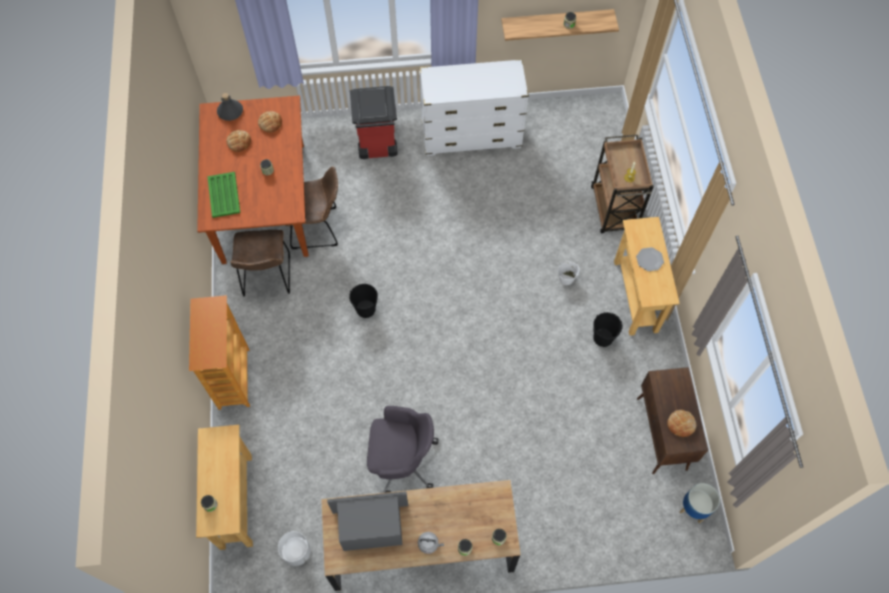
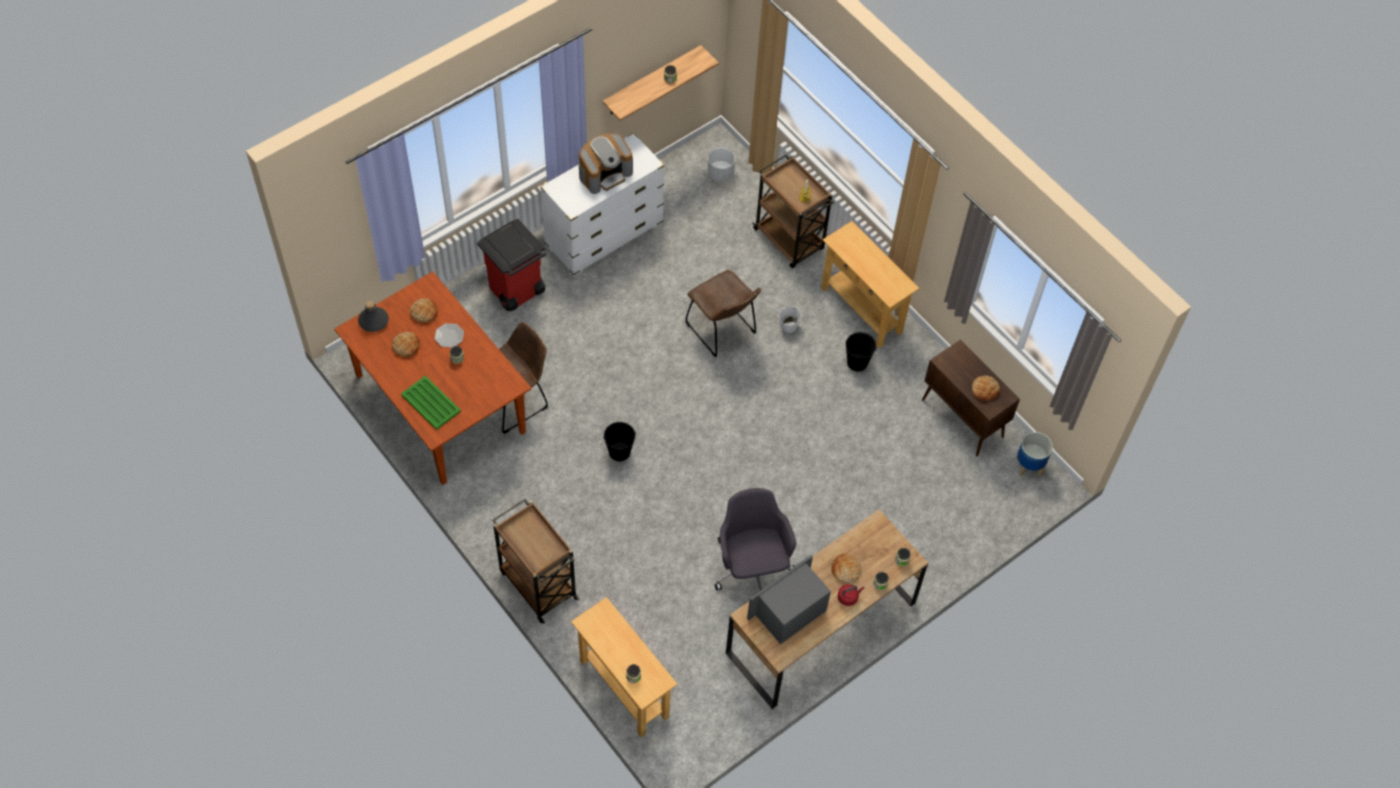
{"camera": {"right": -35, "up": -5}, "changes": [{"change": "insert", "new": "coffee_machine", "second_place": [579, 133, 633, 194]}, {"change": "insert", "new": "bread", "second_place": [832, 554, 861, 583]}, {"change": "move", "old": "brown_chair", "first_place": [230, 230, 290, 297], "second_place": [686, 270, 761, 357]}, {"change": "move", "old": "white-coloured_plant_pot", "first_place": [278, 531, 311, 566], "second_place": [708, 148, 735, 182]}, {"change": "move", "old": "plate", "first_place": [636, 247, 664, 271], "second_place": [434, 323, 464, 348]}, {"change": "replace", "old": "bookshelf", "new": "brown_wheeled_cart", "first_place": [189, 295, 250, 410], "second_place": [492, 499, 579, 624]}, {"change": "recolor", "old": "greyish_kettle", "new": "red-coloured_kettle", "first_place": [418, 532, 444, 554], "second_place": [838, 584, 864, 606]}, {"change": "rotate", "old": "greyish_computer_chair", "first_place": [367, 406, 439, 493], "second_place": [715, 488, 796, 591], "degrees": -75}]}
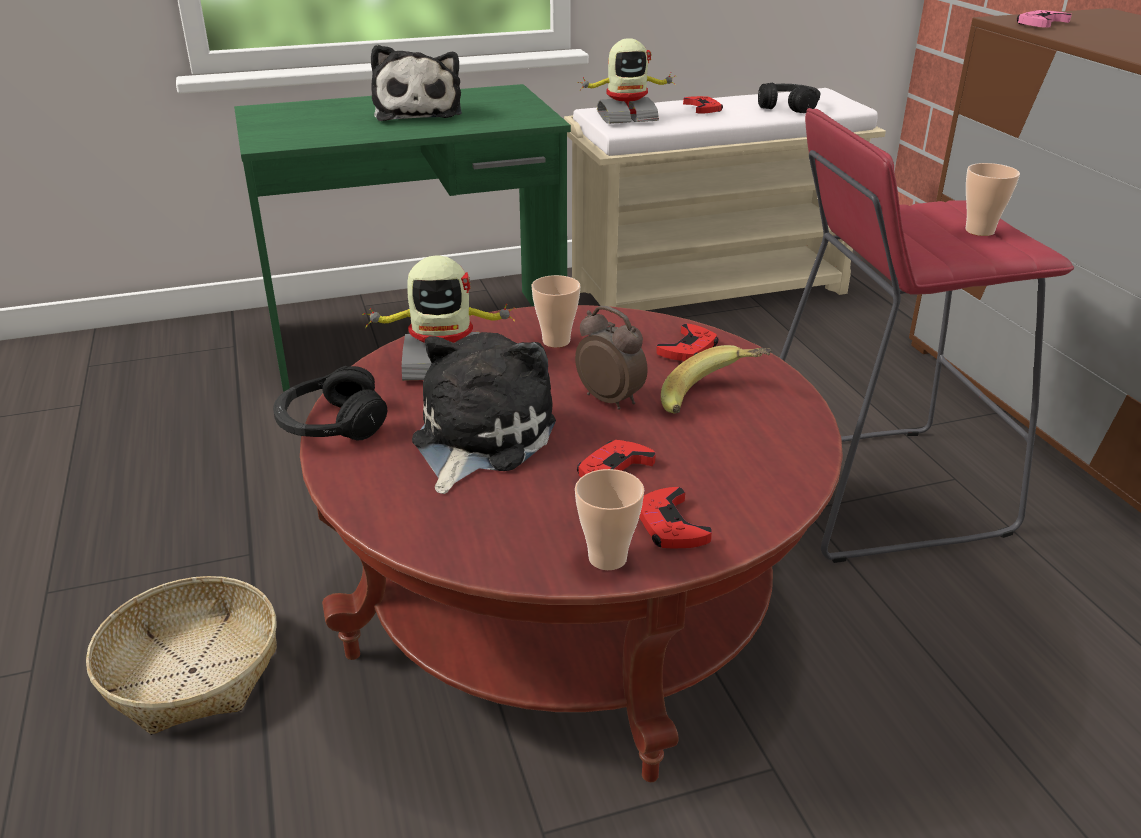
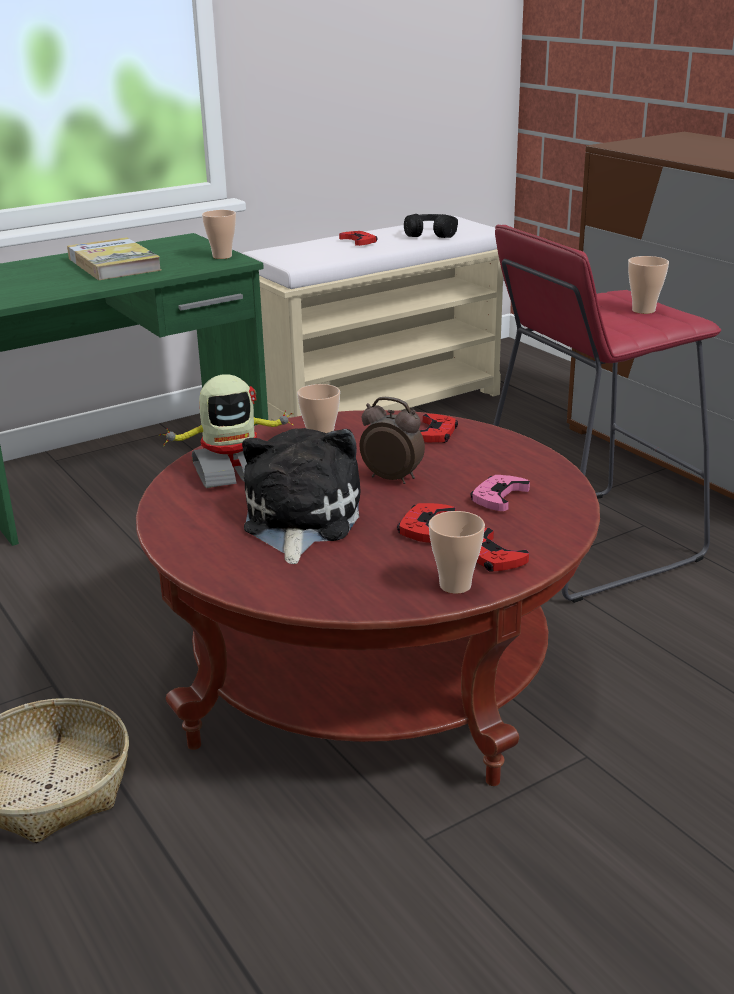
{"camera": {"right": -15, "up": -5}, "changes": [{"change": "delete", "old": "black-coloured_pair_of_headphones", "first_place": [273, 366, 387, 441]}, {"change": "delete", "old": "robot_figure", "first_place": [577, 38, 676, 124]}, {"change": "delete", "old": "banana", "first_place": [661, 345, 772, 414]}, {"change": "insert", "new": "small_cup", "second_place": [202, 210, 236, 259]}, {"change": "move", "old": "pinkish_gamepad", "first_place": [1017, 10, 1072, 28], "second_place": [470, 475, 530, 511]}, {"change": "replace", "old": "plush_toy", "new": "book", "first_place": [371, 45, 462, 121], "second_place": [67, 237, 162, 280]}]}
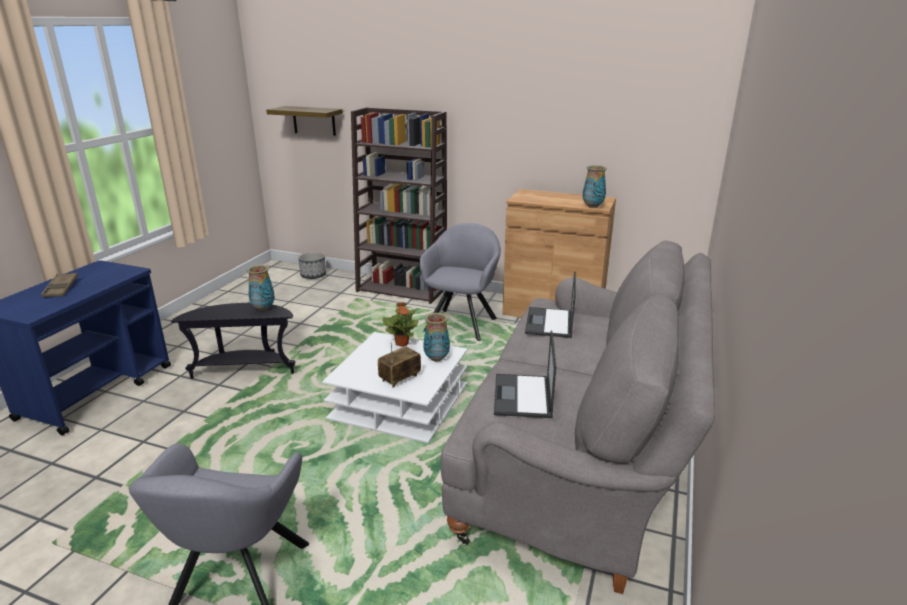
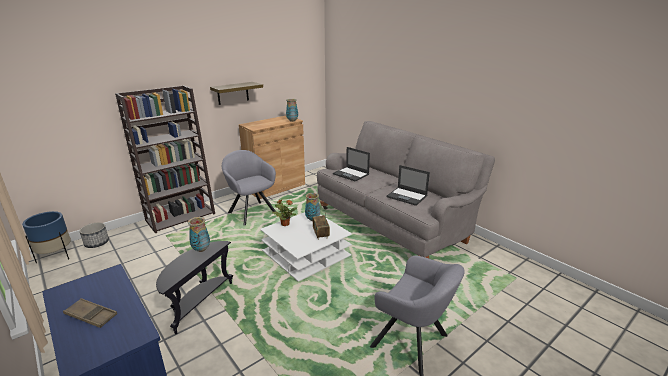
{"camera": {"right": -60, "up": 0}, "changes": [{"change": "insert", "new": "blue_plant_pot", "second_place": [22, 211, 71, 263]}, {"change": "move", "old": "wall_shelf", "first_place": [266, 106, 343, 136], "second_place": [210, 82, 263, 105]}]}
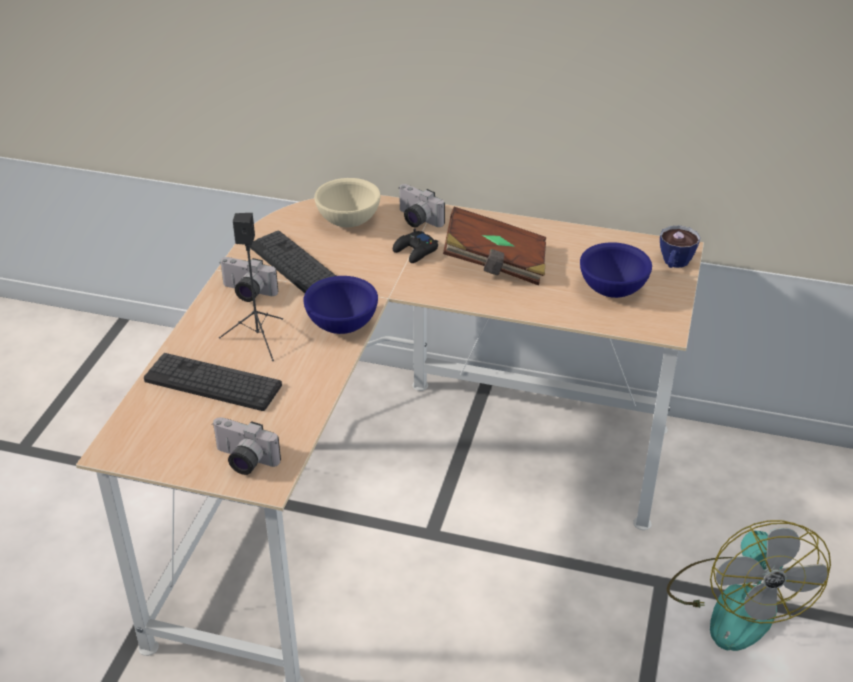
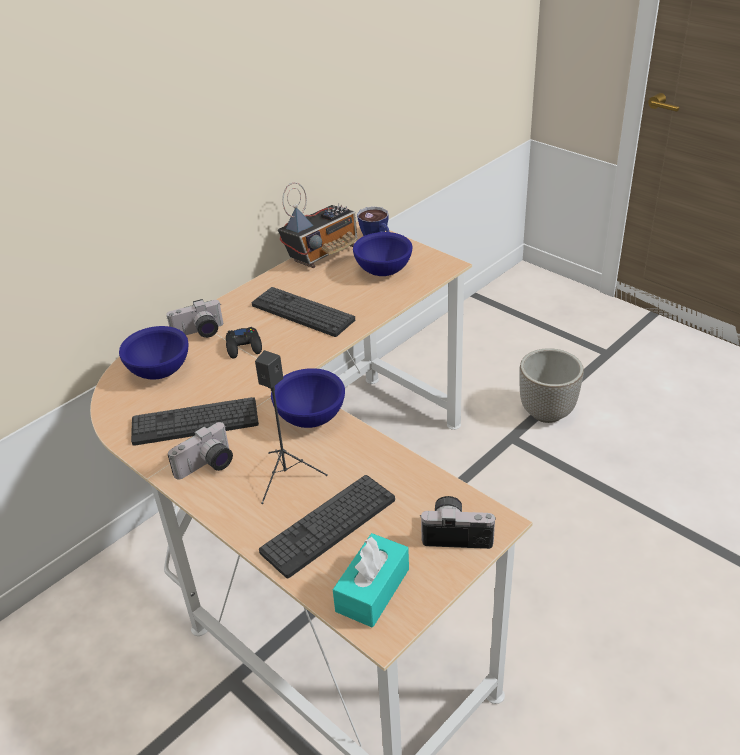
{"camera": {"right": -60, "up": 0}, "changes": [{"change": "insert", "new": "radio_set", "second_place": [278, 182, 357, 268]}, {"change": "insert", "new": "turquoise-coloured_box_of_tissues", "second_place": [333, 533, 409, 627]}, {"change": "replace", "old": "brown_book", "new": "PC_keyboard", "first_place": [443, 207, 546, 285], "second_place": [252, 287, 355, 337]}, {"change": "replace", "old": "cooling_fan", "new": "plant_pot", "first_place": [667, 520, 831, 651], "second_place": [519, 348, 584, 423]}, {"change": "recolor", "old": "sand-coloured_serving_bowl", "new": "blue_serving_bowl", "first_place": [314, 178, 381, 227], "second_place": [119, 326, 188, 380]}, {"change": "rotate", "old": "still_camera", "first_place": [213, 417, 281, 475], "second_place": [420, 496, 496, 549], "degrees": -135}]}
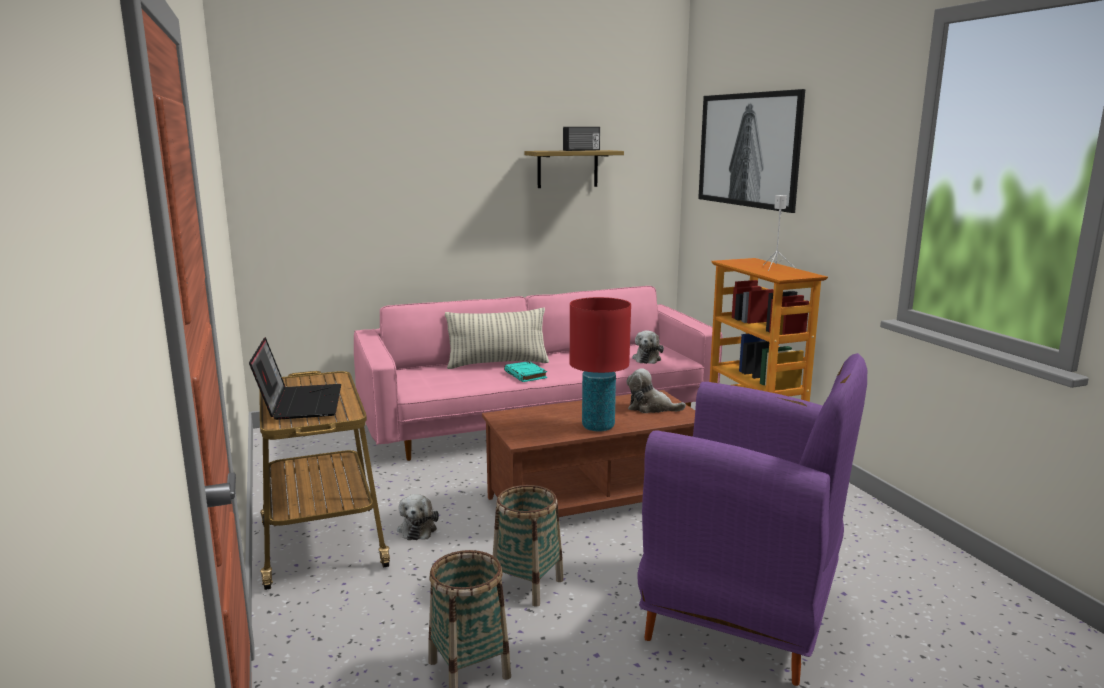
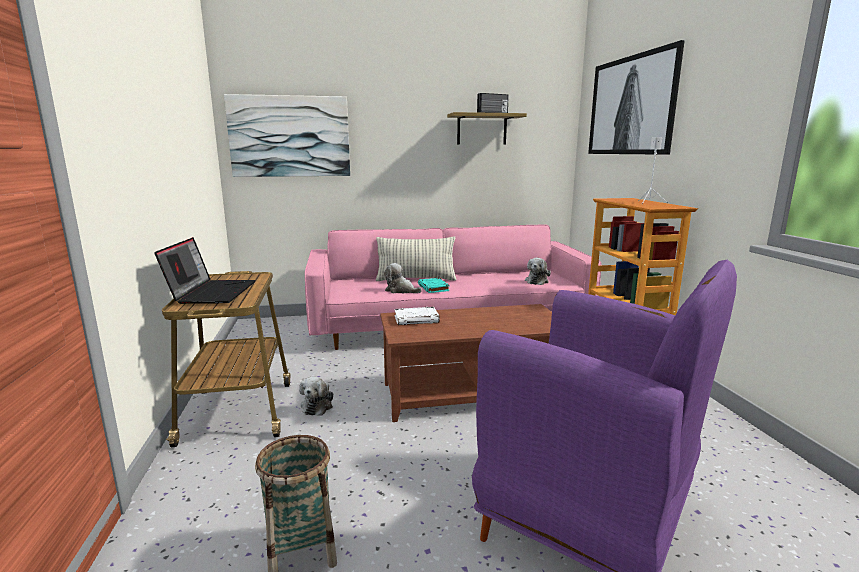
{"camera": {"right": 10, "up": 0}, "changes": [{"change": "delete", "old": "storage_basket", "first_place": [493, 485, 564, 607]}, {"change": "delete", "old": "red-coloured_lamp_for_a_table", "first_place": [570, 297, 631, 431]}, {"change": "insert", "new": "wall_art", "second_place": [224, 94, 350, 177]}, {"change": "insert", "new": "white-coloured_book", "second_place": [394, 307, 440, 325]}, {"change": "move", "old": "plush_toy", "first_place": [627, 368, 686, 413], "second_place": [384, 263, 422, 293]}]}
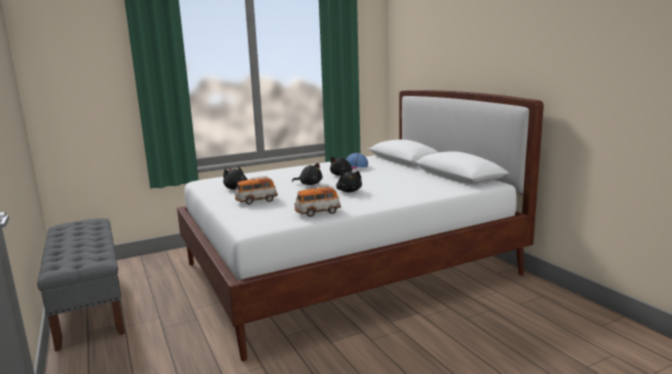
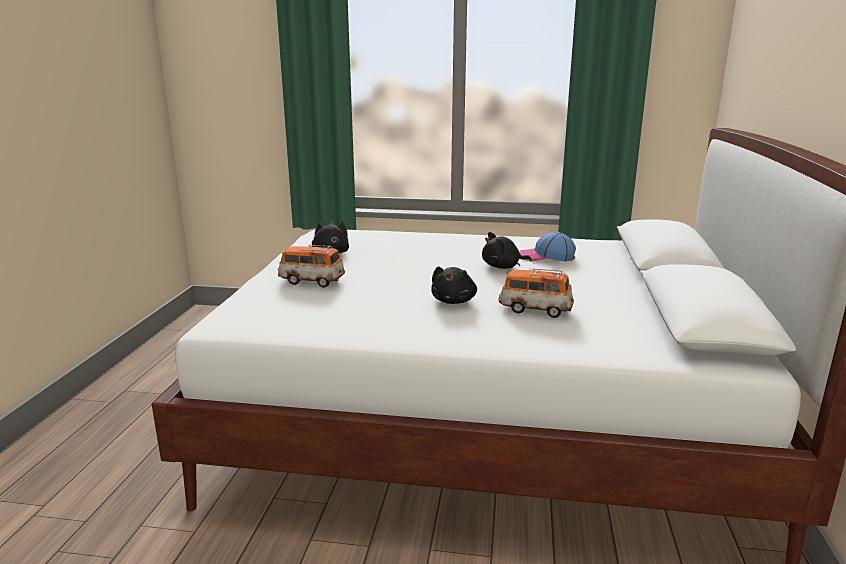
{"camera": {"right": 35, "up": 5}, "changes": [{"change": "delete", "old": "greyish_bench", "first_place": [37, 218, 125, 351]}, {"change": "delete", "old": "black-coloured_plush_toy", "first_place": [292, 163, 322, 185]}, {"change": "move", "old": "miniature_car", "first_place": [294, 185, 341, 217], "second_place": [499, 269, 574, 318]}]}
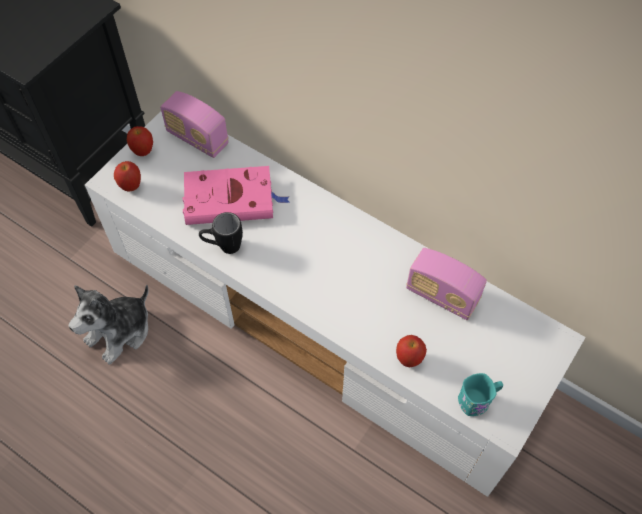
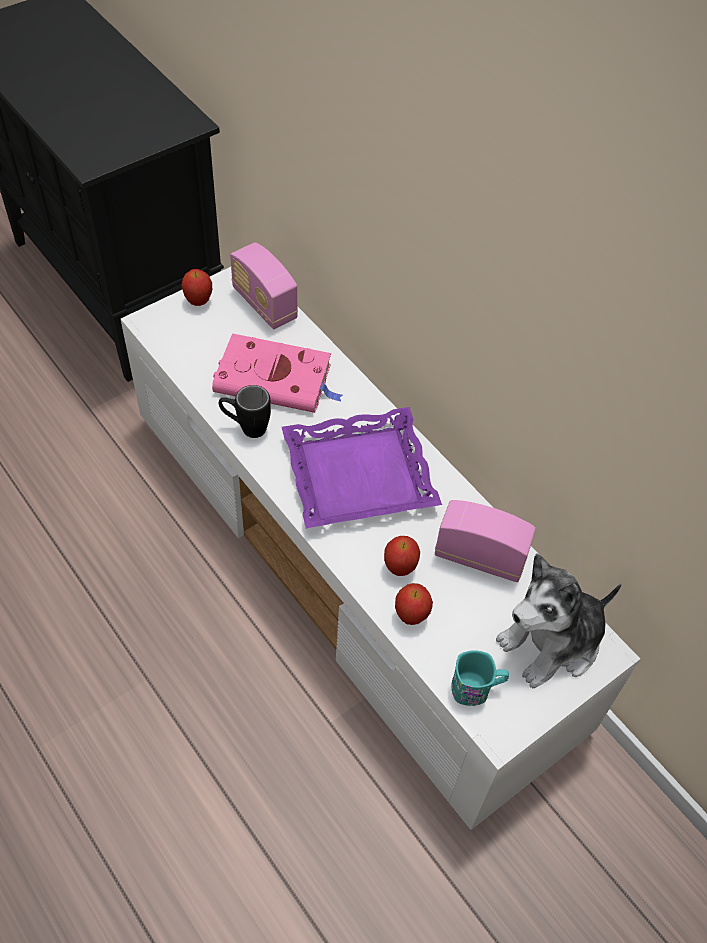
{"camera": {"right": 15, "up": -5}, "changes": [{"change": "insert", "new": "purplish_serving_tray", "second_place": [282, 407, 442, 528]}, {"change": "move", "old": "plush_toy", "first_place": [69, 285, 149, 365], "second_place": [496, 553, 621, 689]}, {"change": "move", "old": "whole_apple", "first_place": [114, 161, 141, 192], "second_place": [384, 536, 420, 576]}, {"change": "rotate", "old": "radio_set", "first_place": [406, 248, 487, 320], "second_place": [435, 500, 536, 582], "degrees": 150}]}
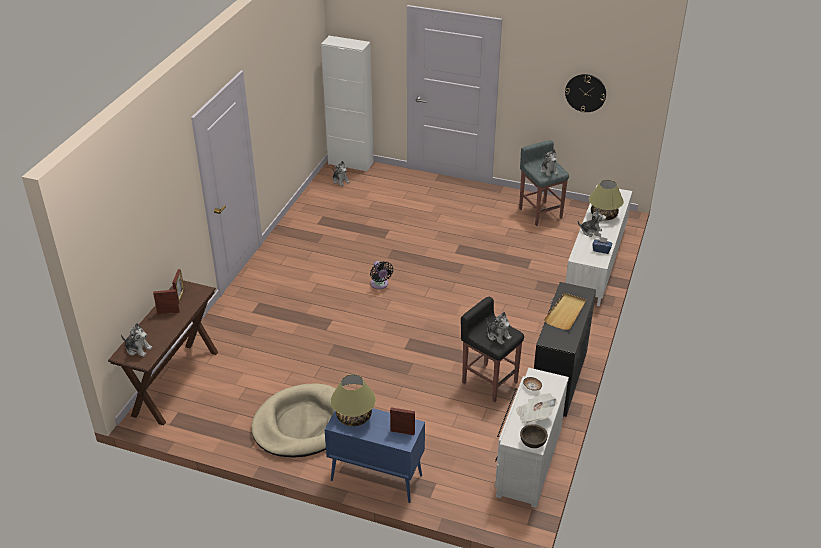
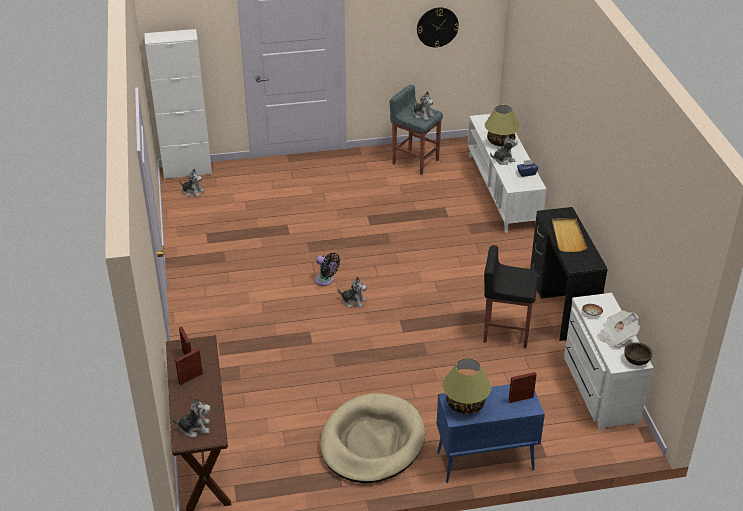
{"camera": {"right": -30, "up": 0}, "changes": [{"change": "move", "old": "plush_toy", "first_place": [486, 312, 512, 345], "second_place": [338, 277, 367, 308]}]}
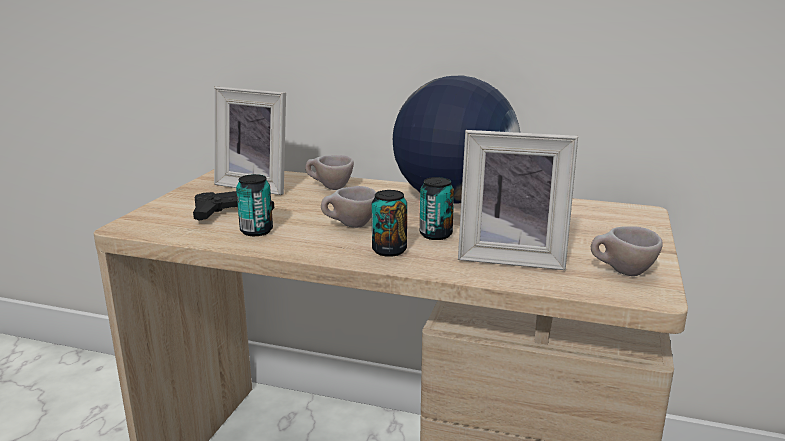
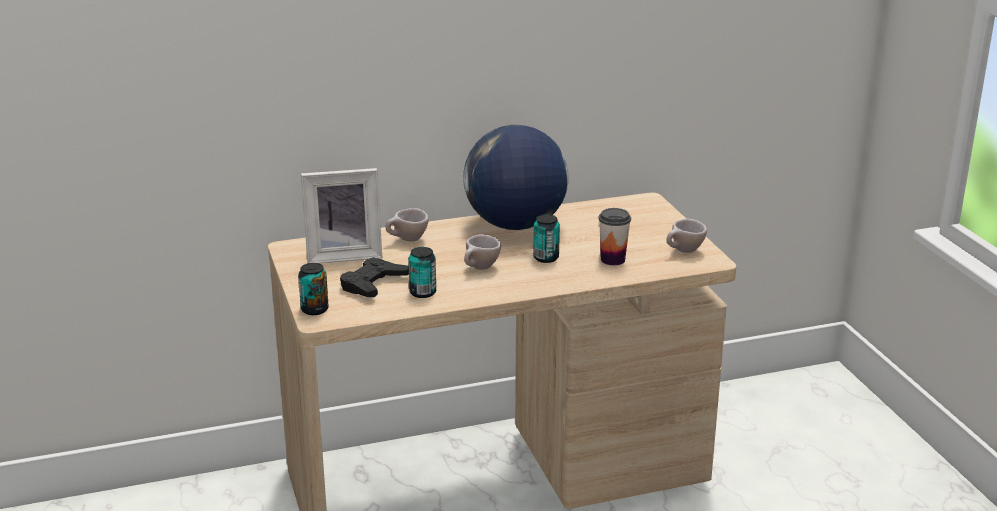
{"camera": {"right": -35, "up": 5}, "changes": [{"change": "move", "old": "metal_can", "first_place": [372, 190, 407, 257], "second_place": [298, 263, 329, 315]}, {"change": "replace", "old": "picture_frame", "new": "small_cup", "first_place": [458, 130, 578, 270], "second_place": [598, 208, 631, 265]}]}
